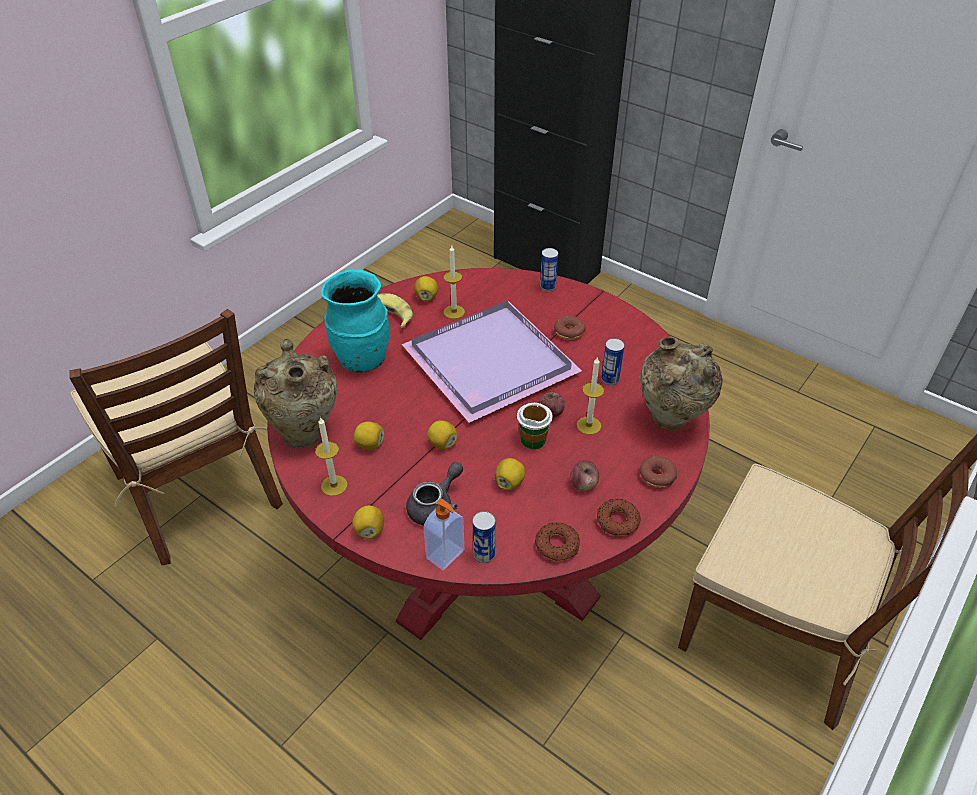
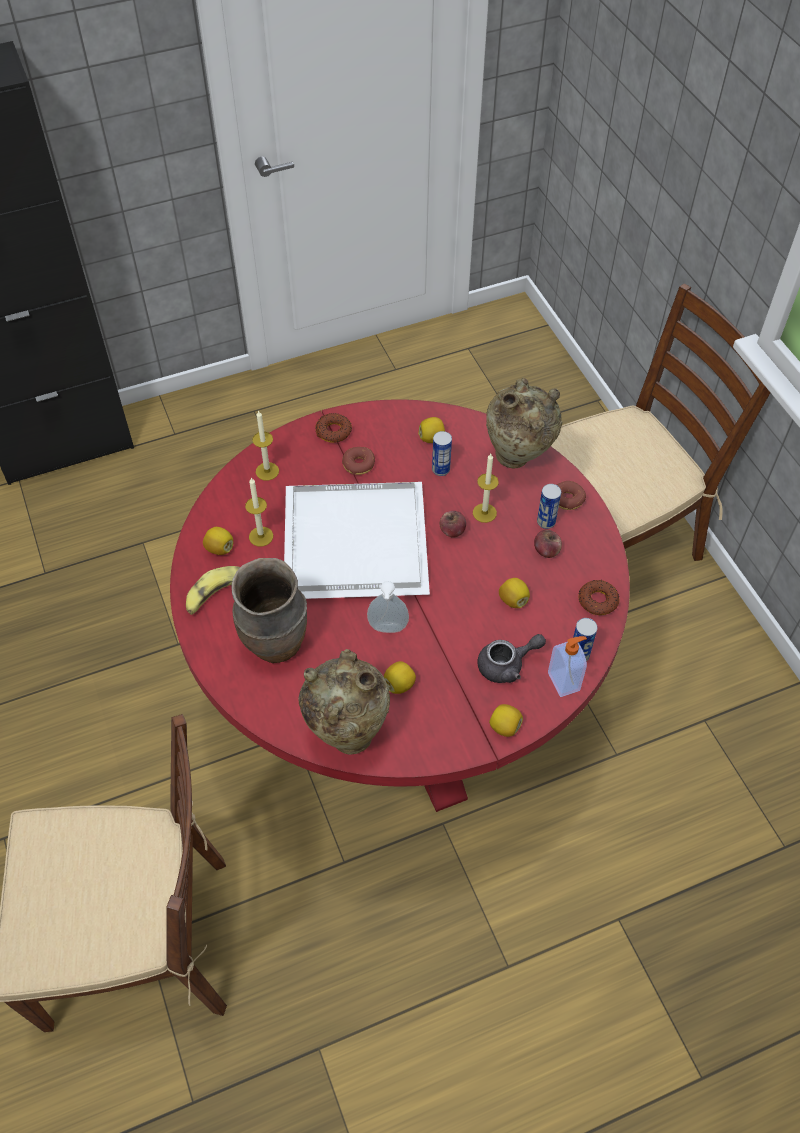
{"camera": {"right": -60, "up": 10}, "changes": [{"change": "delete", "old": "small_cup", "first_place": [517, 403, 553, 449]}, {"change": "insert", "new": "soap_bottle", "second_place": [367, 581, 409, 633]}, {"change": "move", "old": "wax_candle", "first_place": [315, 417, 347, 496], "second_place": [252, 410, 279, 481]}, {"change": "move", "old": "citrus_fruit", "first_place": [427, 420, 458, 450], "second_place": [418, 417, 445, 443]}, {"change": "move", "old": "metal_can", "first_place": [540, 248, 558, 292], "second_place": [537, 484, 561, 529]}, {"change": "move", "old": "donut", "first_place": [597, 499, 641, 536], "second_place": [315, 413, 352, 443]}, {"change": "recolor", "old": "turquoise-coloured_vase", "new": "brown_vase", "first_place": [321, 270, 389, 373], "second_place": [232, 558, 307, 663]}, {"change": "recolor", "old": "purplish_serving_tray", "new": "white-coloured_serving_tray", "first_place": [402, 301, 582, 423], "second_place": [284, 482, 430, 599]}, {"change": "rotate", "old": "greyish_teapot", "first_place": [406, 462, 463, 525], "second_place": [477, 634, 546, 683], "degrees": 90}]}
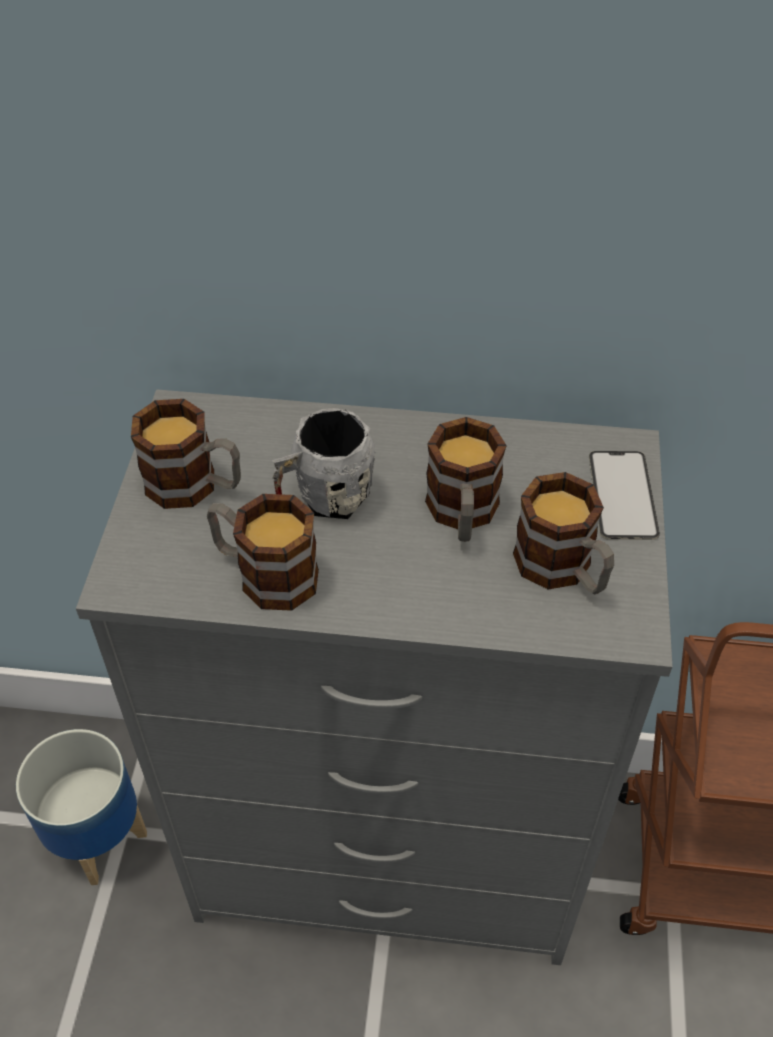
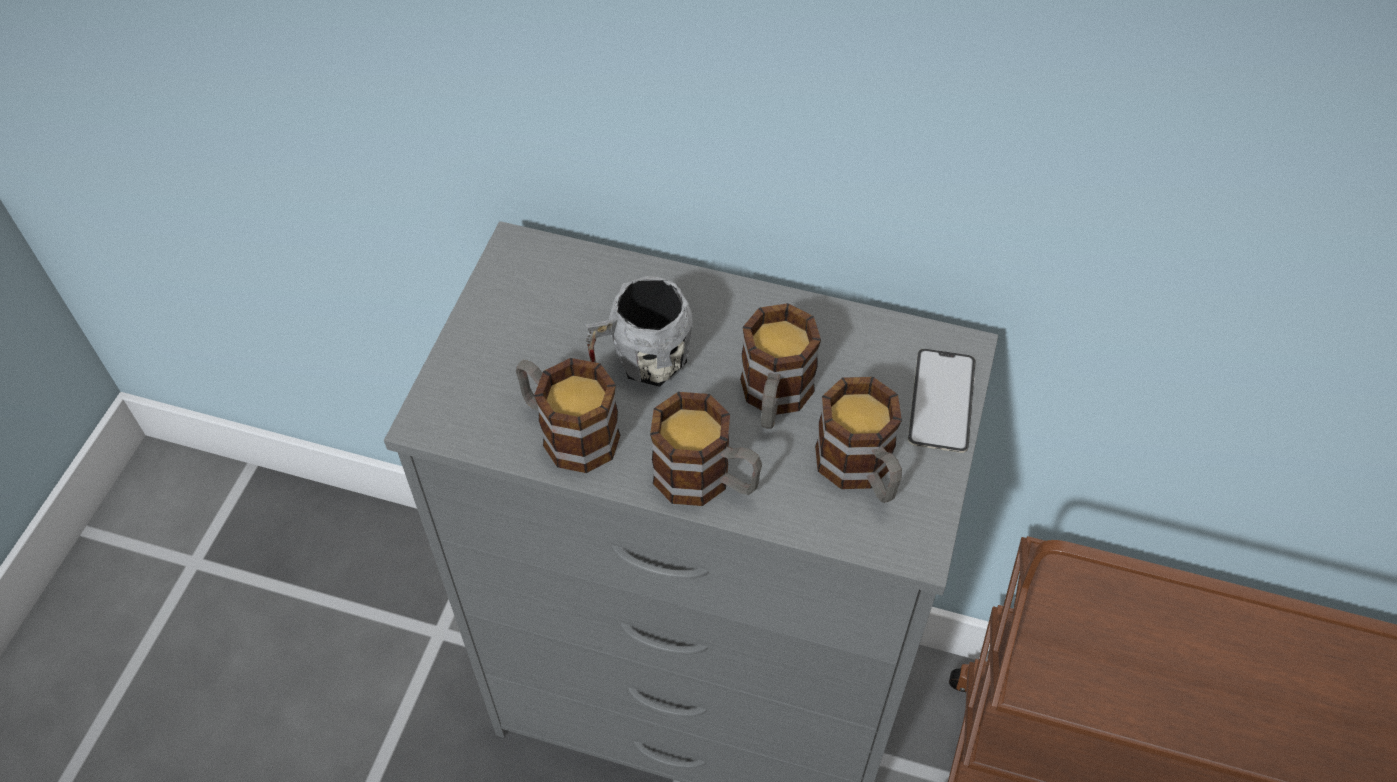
{"camera": {"right": 10, "up": 5}, "changes": [{"change": "delete", "old": "plant_pot", "first_place": [16, 729, 147, 885]}, {"change": "move", "old": "coffee_mug", "first_place": [131, 399, 241, 509], "second_place": [650, 392, 762, 506]}]}
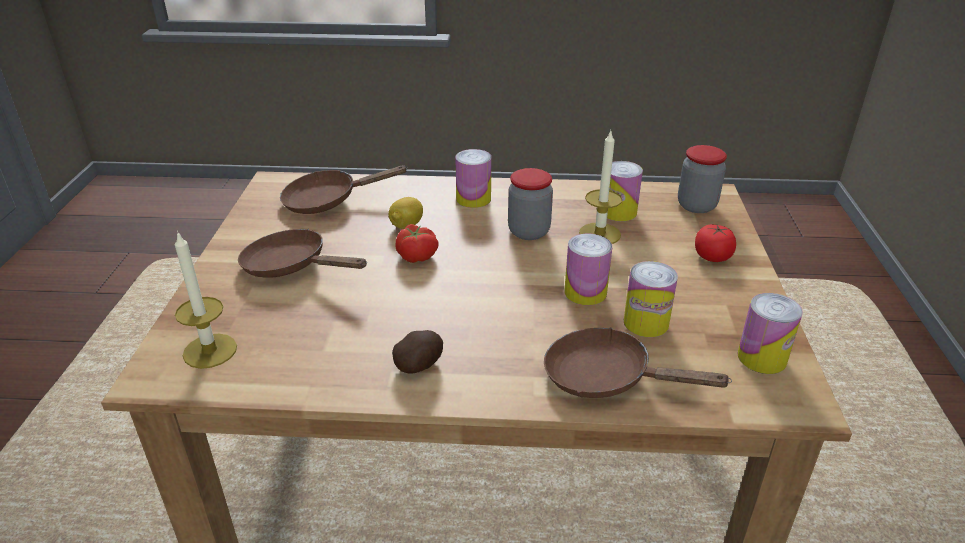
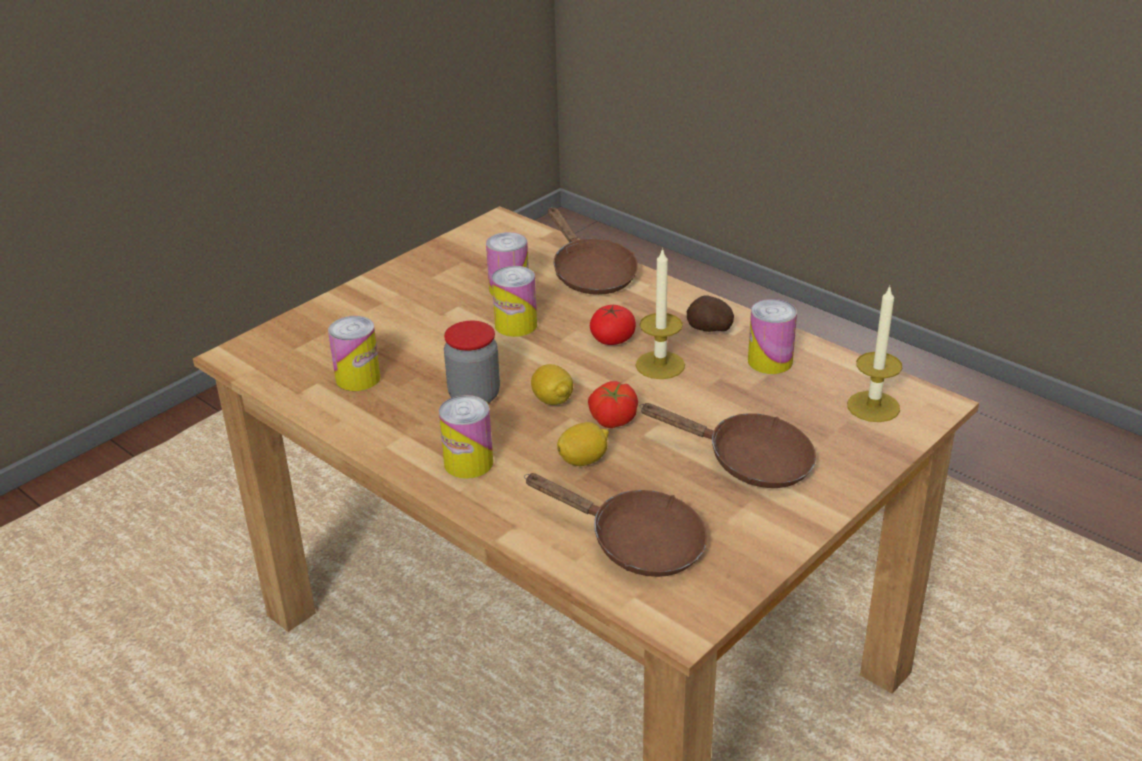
{"camera": {"right": -140, "up": 0}, "changes": [{"change": "delete", "old": "storage_jar", "first_place": [678, 145, 727, 213]}, {"change": "insert", "new": "citrus_fruit", "second_place": [531, 364, 573, 405]}, {"change": "move", "old": "wax_candle", "first_place": [579, 131, 622, 244], "second_place": [636, 247, 685, 379]}, {"change": "move", "old": "whole_tomato", "first_place": [695, 225, 736, 262], "second_place": [590, 305, 636, 345]}, {"change": "move", "old": "metal_can", "first_place": [738, 293, 803, 374], "second_place": [748, 299, 797, 374]}, {"change": "rotate", "old": "brown_pan", "first_place": [238, 229, 367, 278], "second_place": [640, 403, 816, 488], "degrees": -45}]}
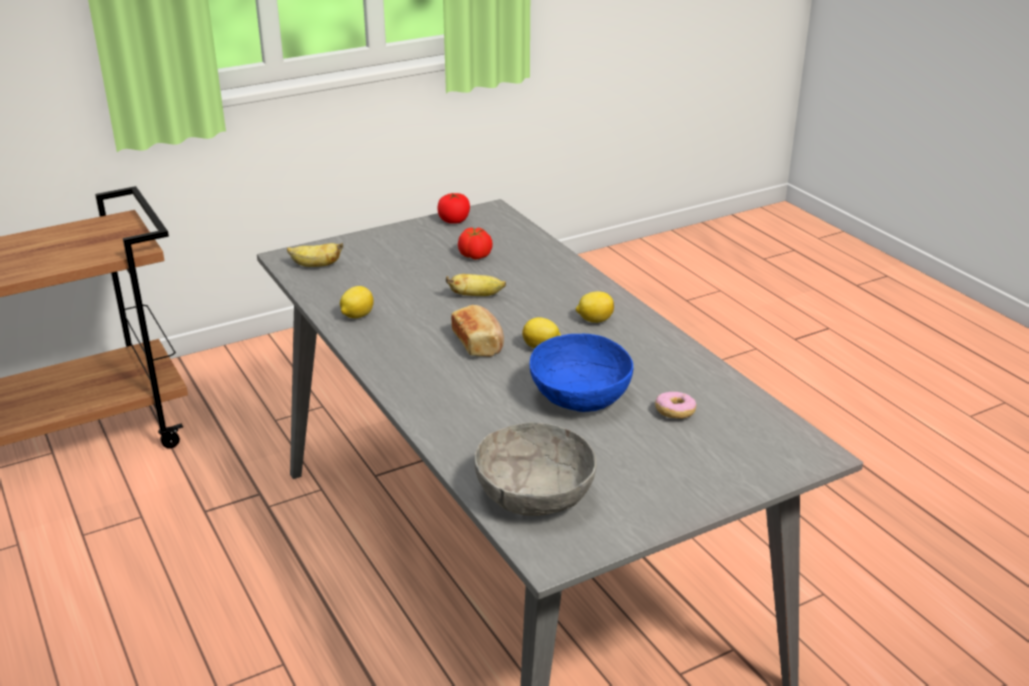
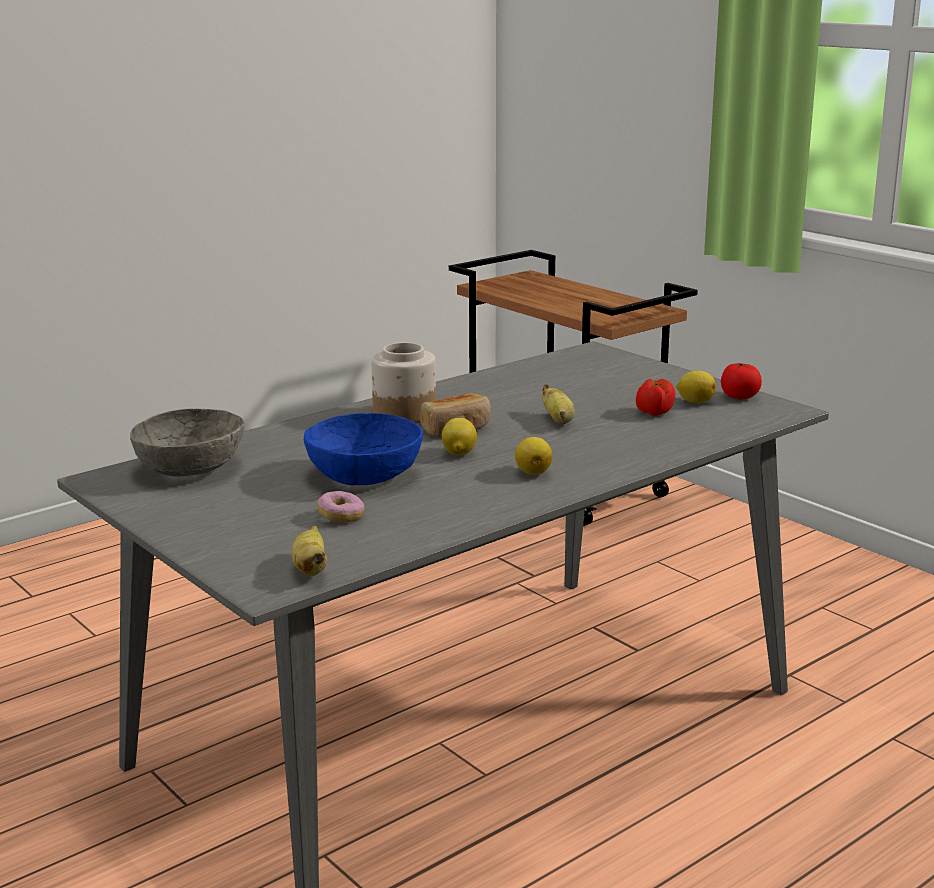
{"camera": {"right": 80, "up": -10}, "changes": [{"change": "insert", "new": "storage_jar", "second_place": [371, 342, 436, 424]}, {"change": "move", "old": "banana", "first_place": [287, 243, 343, 267], "second_place": [292, 526, 327, 576]}, {"change": "move", "old": "citrus_fruit", "first_place": [340, 286, 373, 318], "second_place": [676, 371, 716, 403]}]}
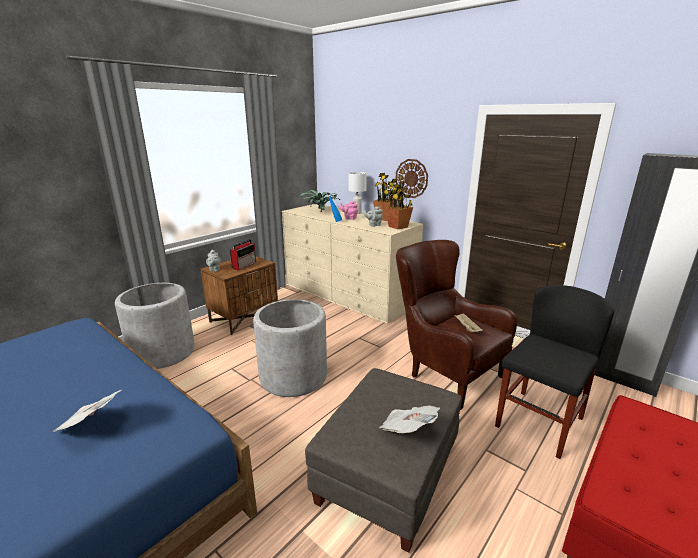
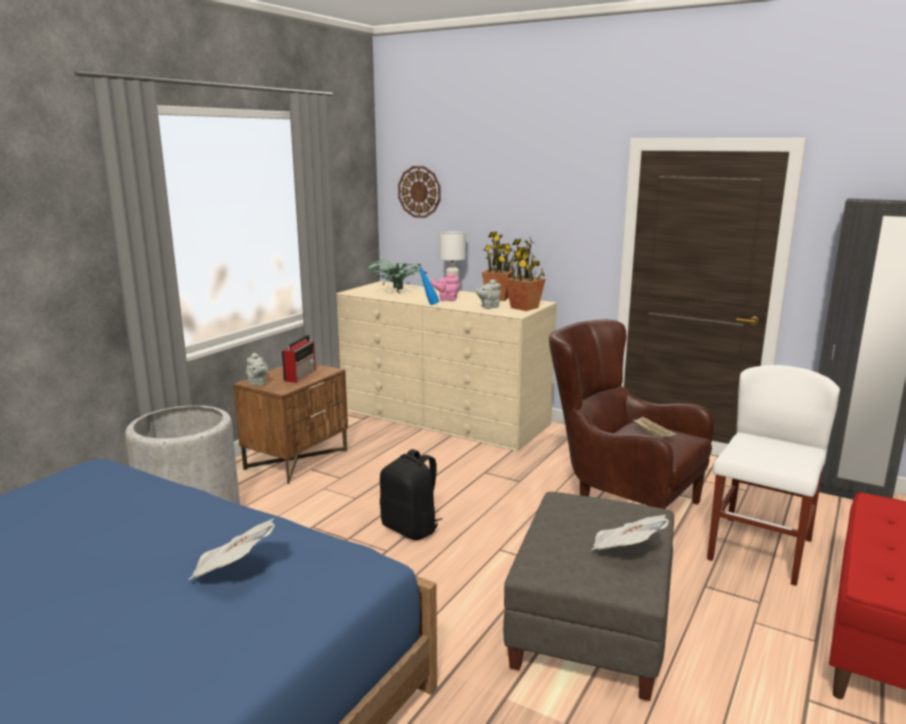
{"camera": {"right": -10, "up": -5}, "changes": [{"change": "move", "old": "wall_clock", "first_place": [396, 159, 428, 198], "second_place": [398, 166, 441, 218]}, {"change": "replace", "old": "greyish_plant_pot", "new": "black-coloured_knapsack", "first_place": [253, 299, 327, 397], "second_place": [380, 449, 443, 540]}, {"change": "recolor", "old": "black-coloured_chair", "new": "white-coloured_chair", "first_place": [495, 285, 615, 459], "second_place": [707, 365, 840, 586]}]}
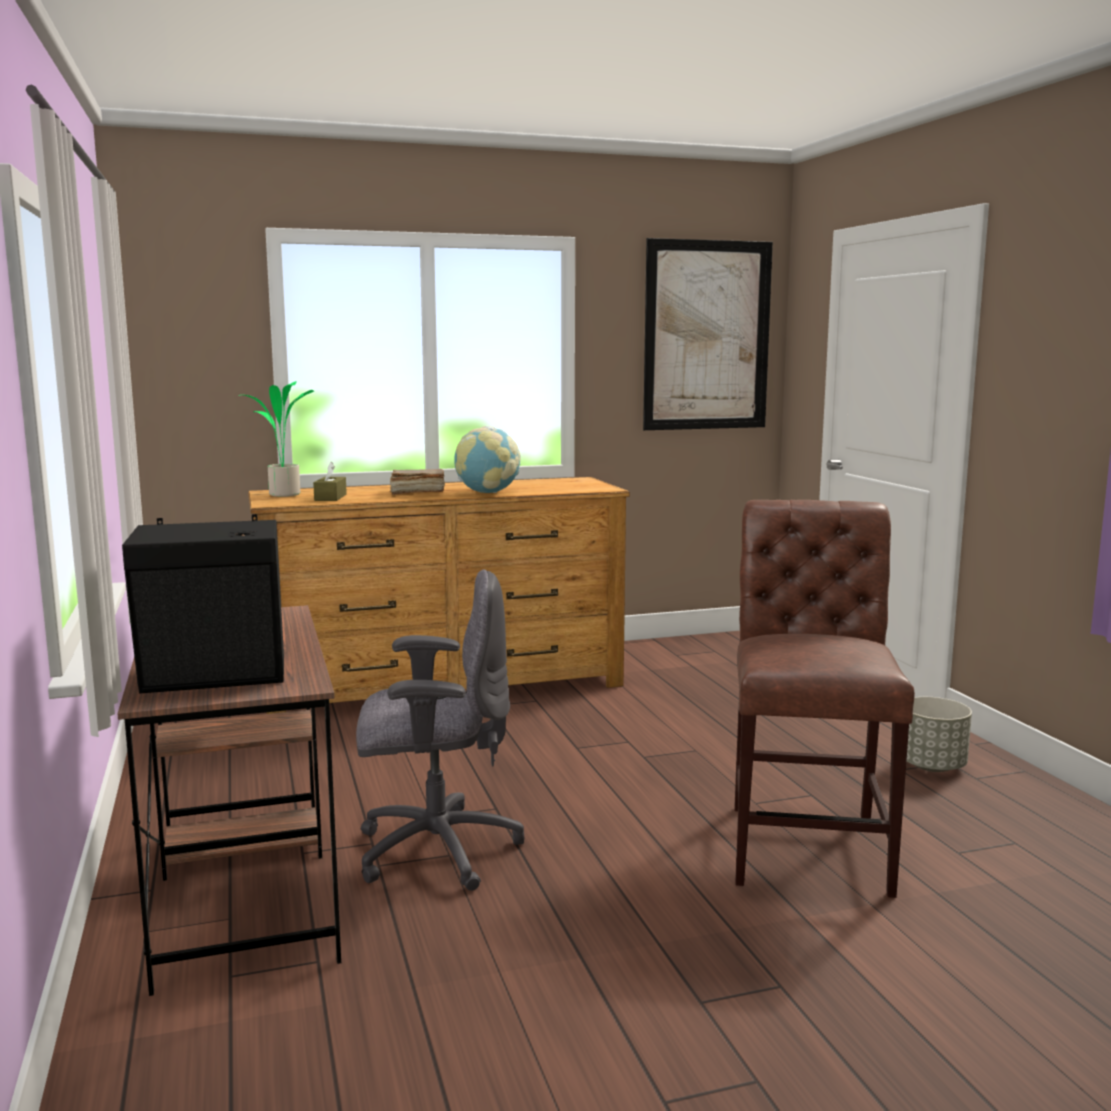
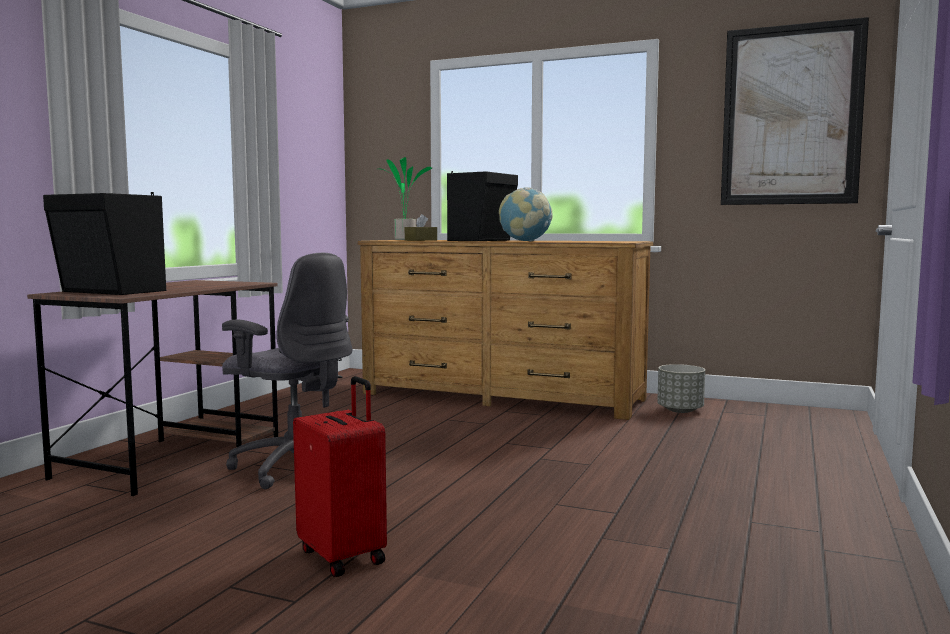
{"camera": {"right": 40, "up": -5}, "changes": [{"change": "delete", "old": "brown_chair", "first_place": [734, 500, 915, 898]}, {"change": "insert", "new": "red-coloured_suitcase", "second_place": [293, 376, 387, 577]}, {"change": "move", "old": "greyish_plant_pot", "first_place": [906, 697, 972, 772], "second_place": [657, 364, 705, 413]}, {"change": "replace", "old": "brown_book", "new": "black-coloured_speaker", "first_place": [390, 469, 445, 495], "second_place": [447, 171, 518, 241]}]}
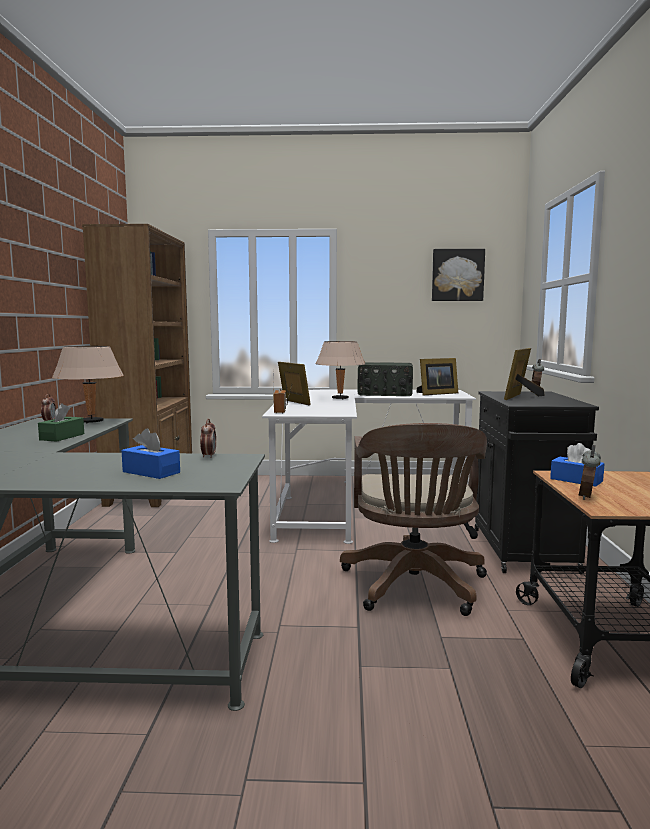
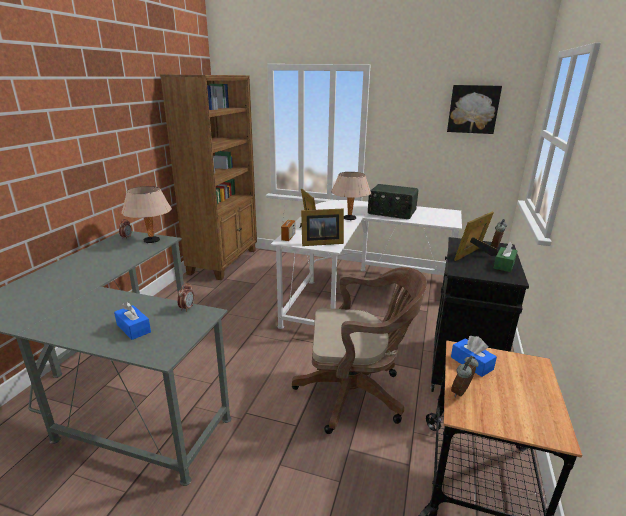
{"camera": {"right": 15, "up": 15}, "changes": [{"change": "move", "old": "green_box_of_tissues", "first_place": [38, 403, 84, 441], "second_place": [494, 242, 518, 272]}, {"change": "move", "old": "picture_frame", "first_place": [416, 358, 458, 395], "second_place": [301, 209, 344, 246]}, {"change": "rotate", "old": "brown_computer_chair", "first_place": [340, 423, 487, 616], "second_place": [292, 267, 427, 434], "degrees": -105}]}
